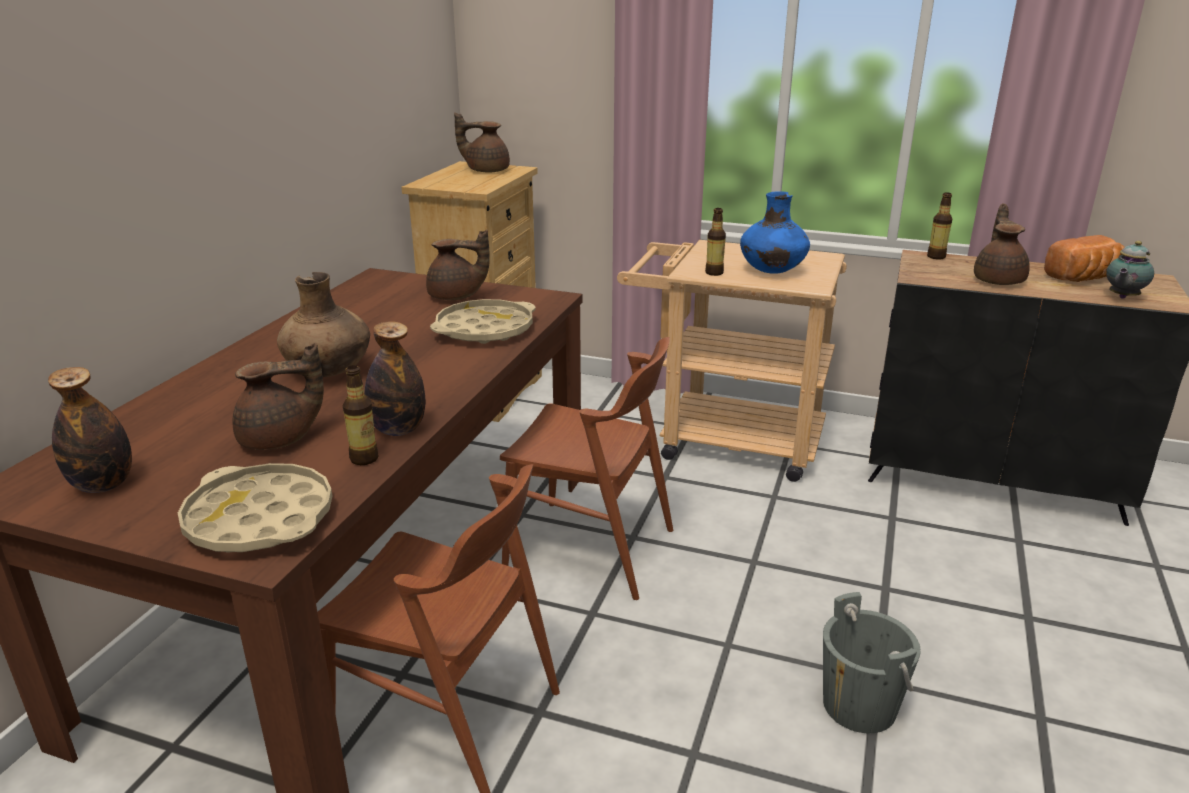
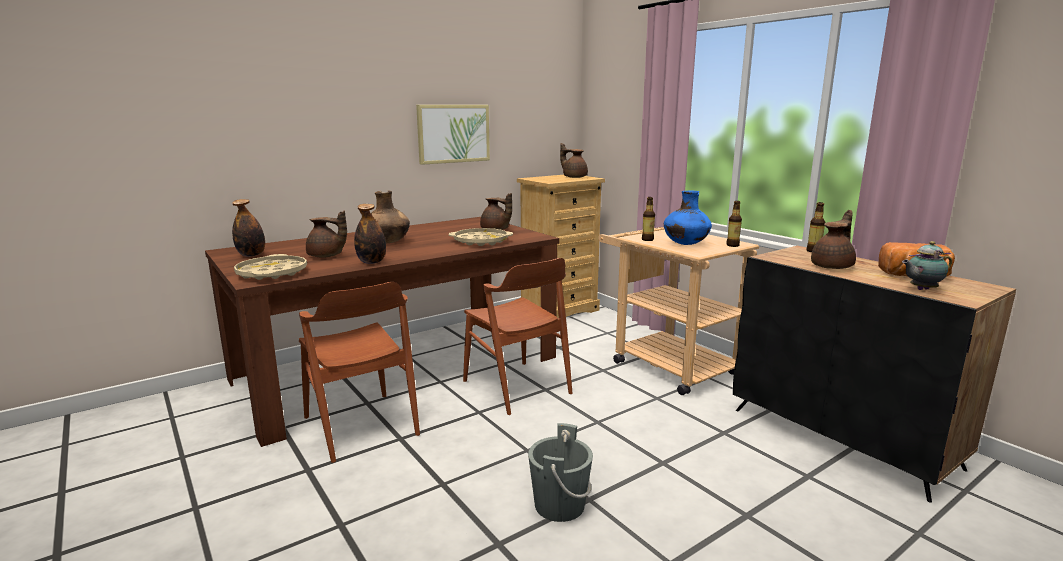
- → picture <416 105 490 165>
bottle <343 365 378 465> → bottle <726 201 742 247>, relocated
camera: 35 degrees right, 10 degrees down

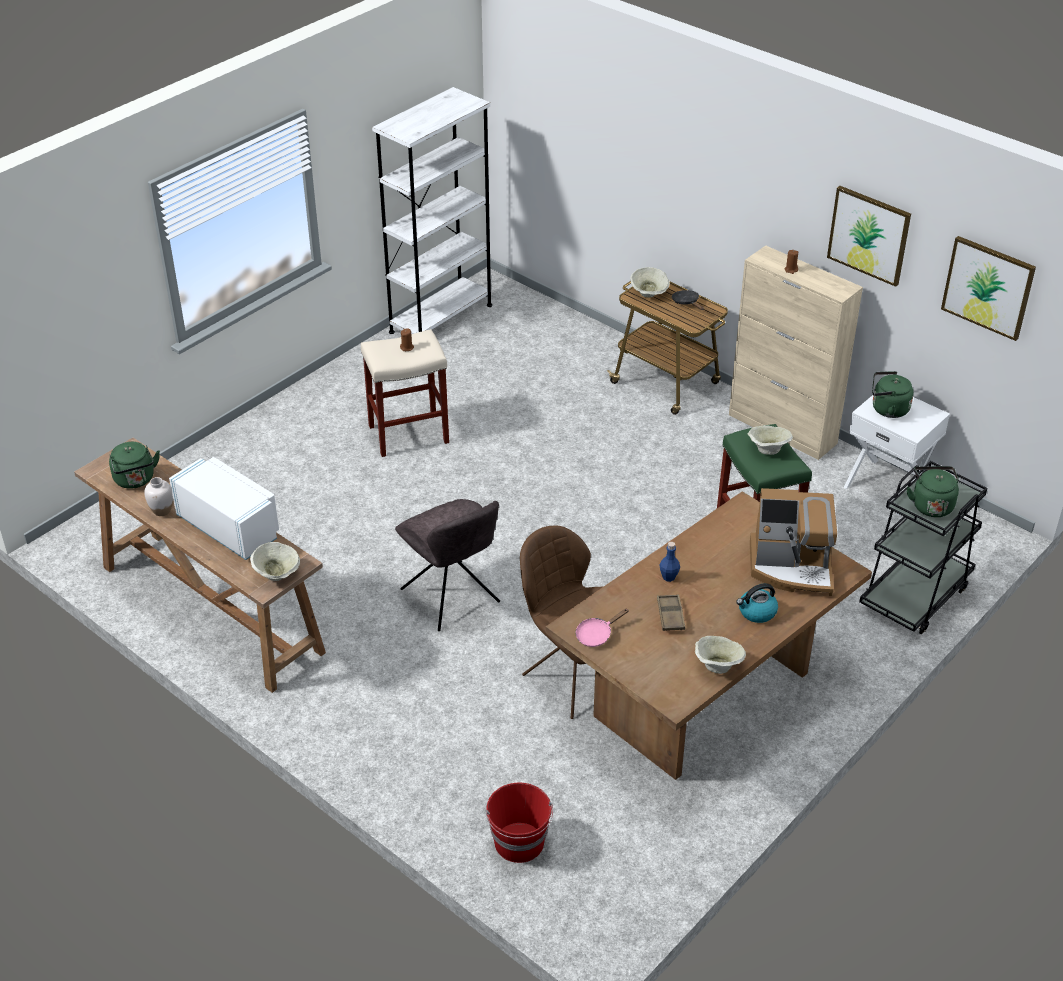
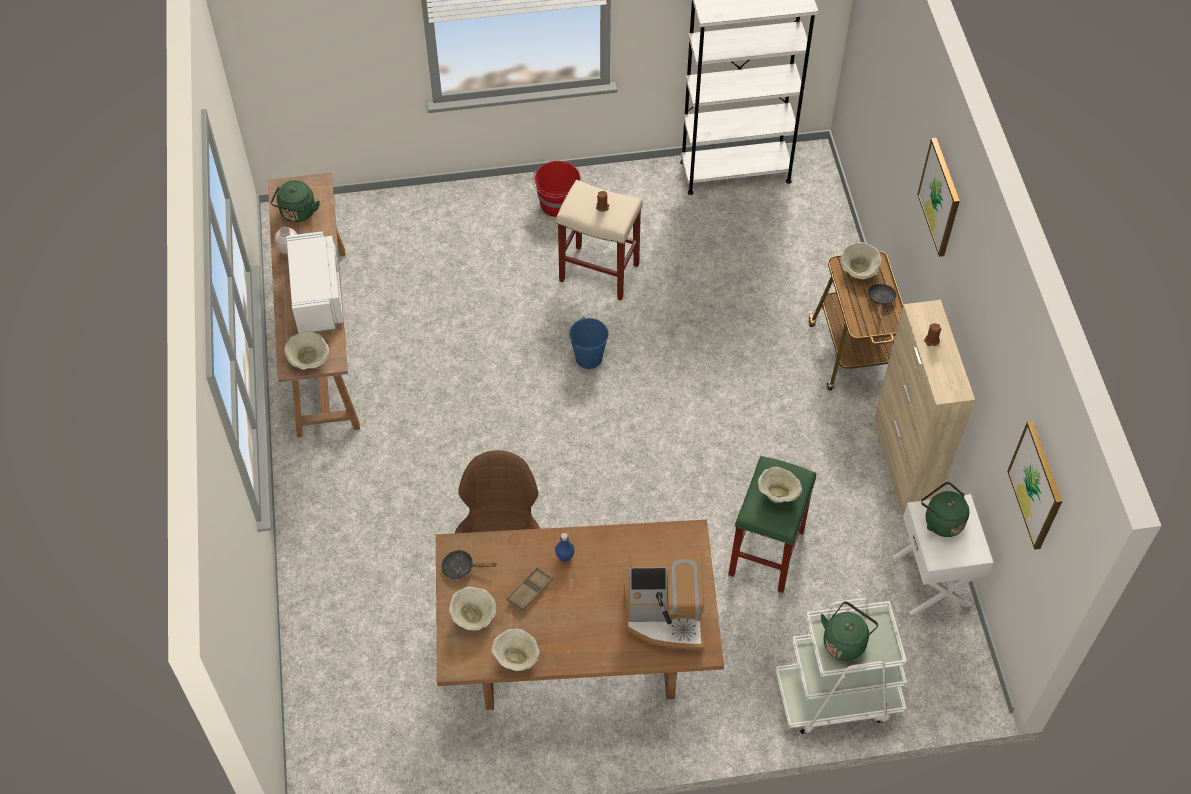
pink-coloured pan <576 609 628 647> → blackish pan <441 550 496 580>
- → sand-coloured bowl <449 587 496 630>
red water bucket <486 783 553 863> → red water bucket <532 161 580 217>, relocated
- → bluish water bucket <569 317 608 369>
coffee maker <750 488 837 596> → coffee maker <625 553 704 649>, 45 degrees counterclockwise
blackish trolley <859 461 987 634> → whitish trolley <775 598 907 734>
picture <827 186 911 287> → picture <917 138 960 257>, relocated
greyish chair <395 499 500 631> → -
water kettle <736 583 778 623> → -
camera: 40 degrees right, 15 degrees up

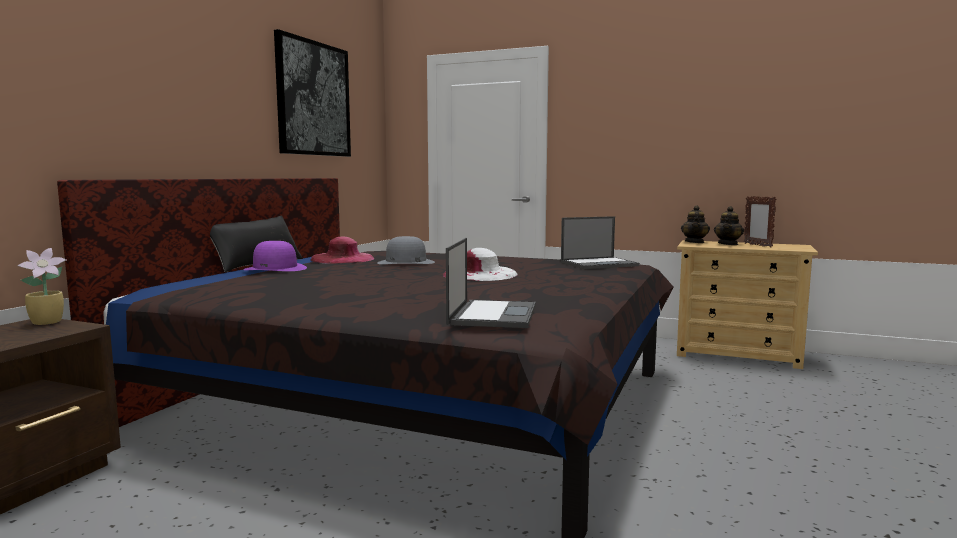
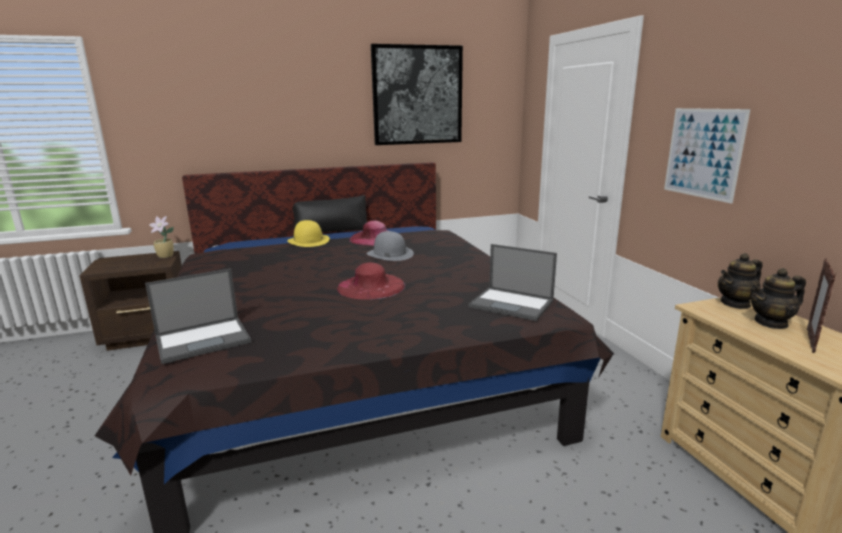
purple hat <243 241 307 271> → yellow-coloured hat <287 220 330 247>
whitish hat <443 248 518 281> → red hat <337 262 405 300>
- → picture <664 108 750 204>
camera: 50 degrees right, 10 degrees up

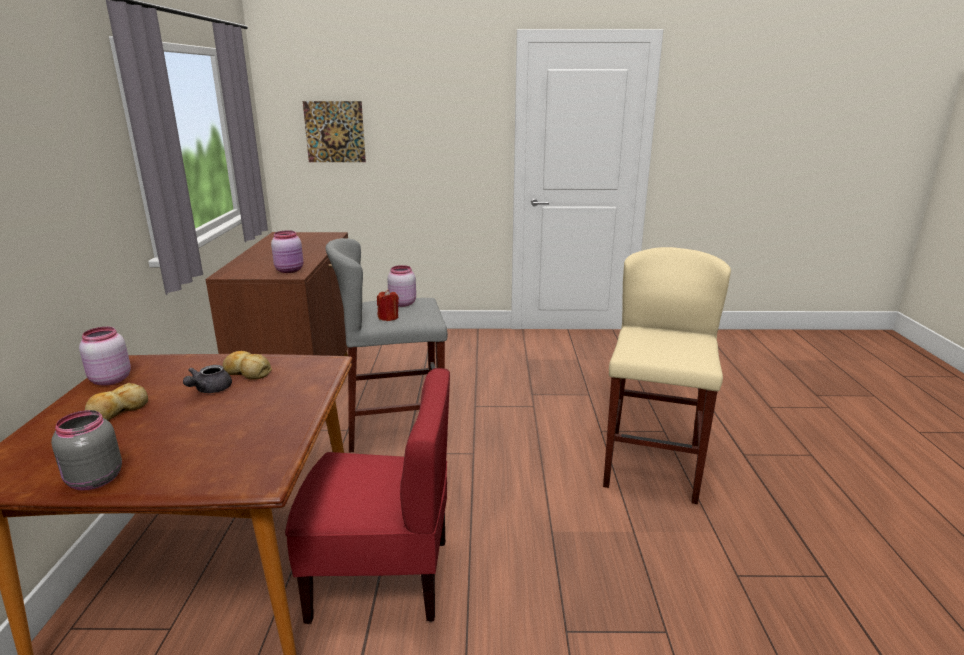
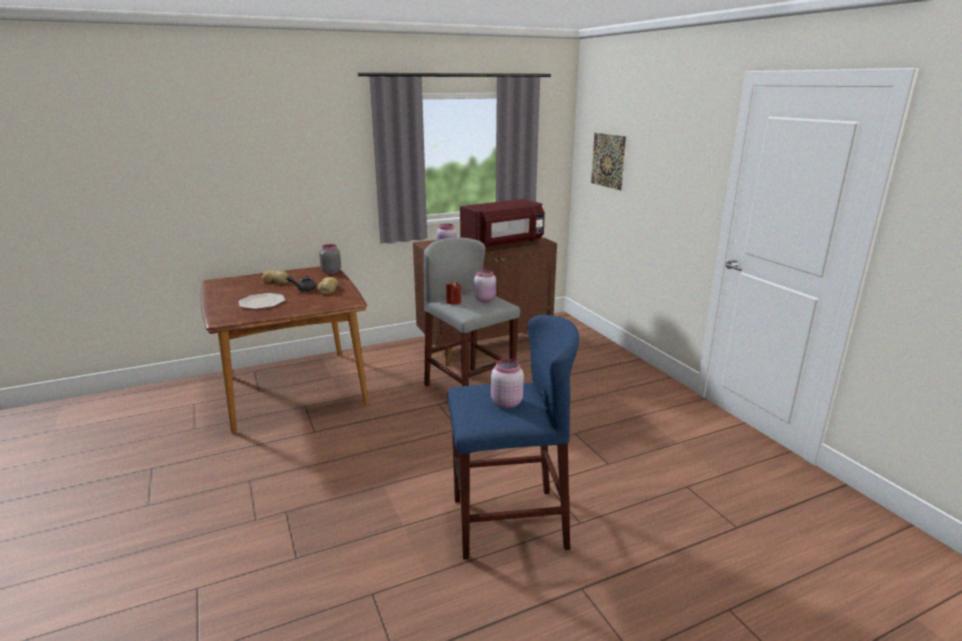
- → flat dish <238 293 285 309>
greyish preserve jar <51 410 122 491> → greyish preserve jar <319 244 341 274>, relocated
sand-coloured stool <603 247 731 504> → bluish stool <447 315 579 560>
- → red microwave oven <460 199 545 249>
pink-coloured preserve jar <79 327 131 386> → pink-coloured preserve jar <491 359 524 408>, relocated
red chair <285 368 450 624> → -
camera: 65 degrees right, 0 degrees up

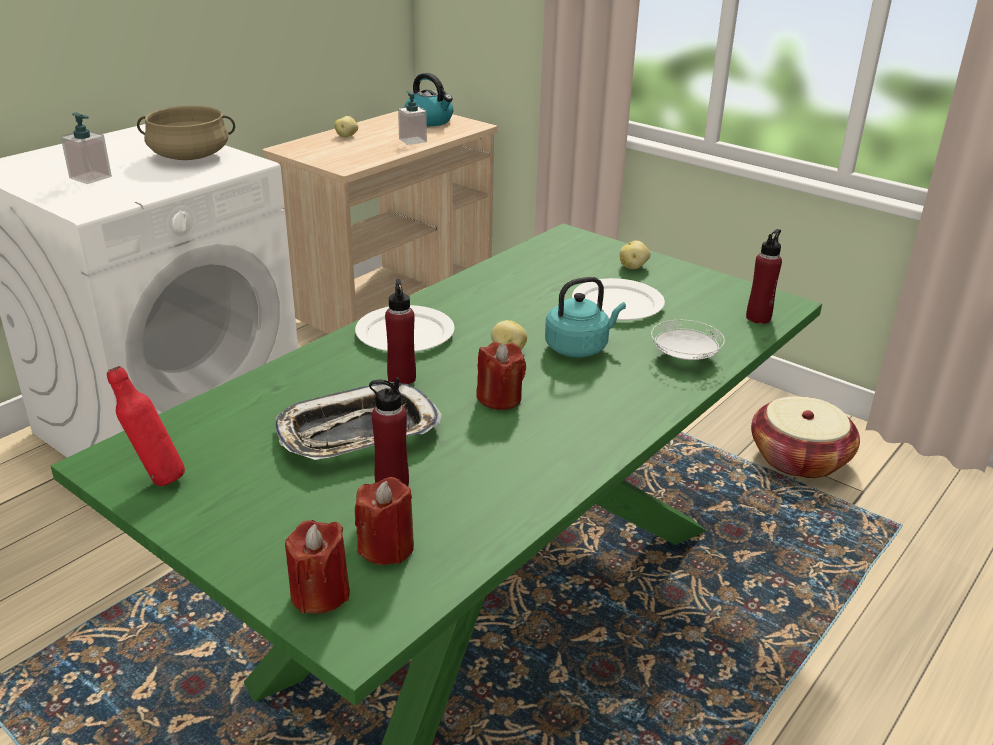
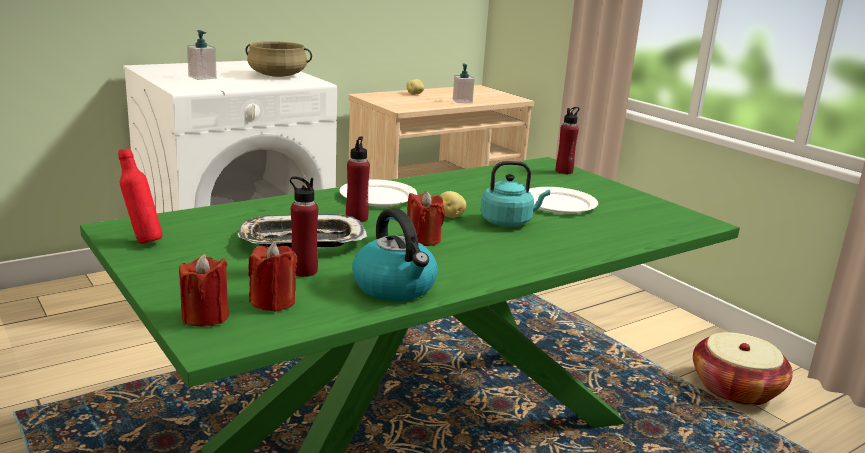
water kettle <404 73 453 126> → water kettle <352 208 438 301>, relocated
red bottle <746 229 782 324> → red bottle <556 107 579 174>, relocated
spud <620 241 651 269> → -
whitish flat dish <651 320 725 360> → -
camera: 15 degrees right, 10 degrees down

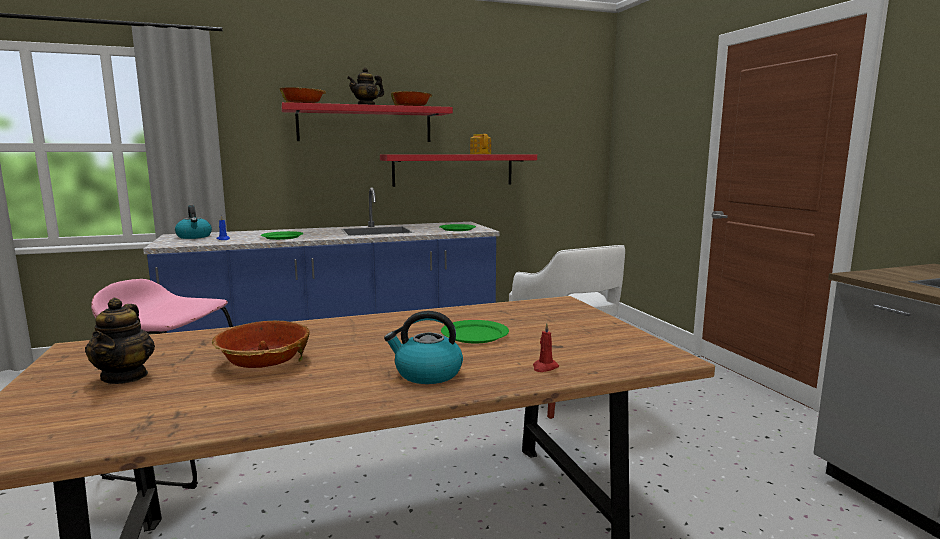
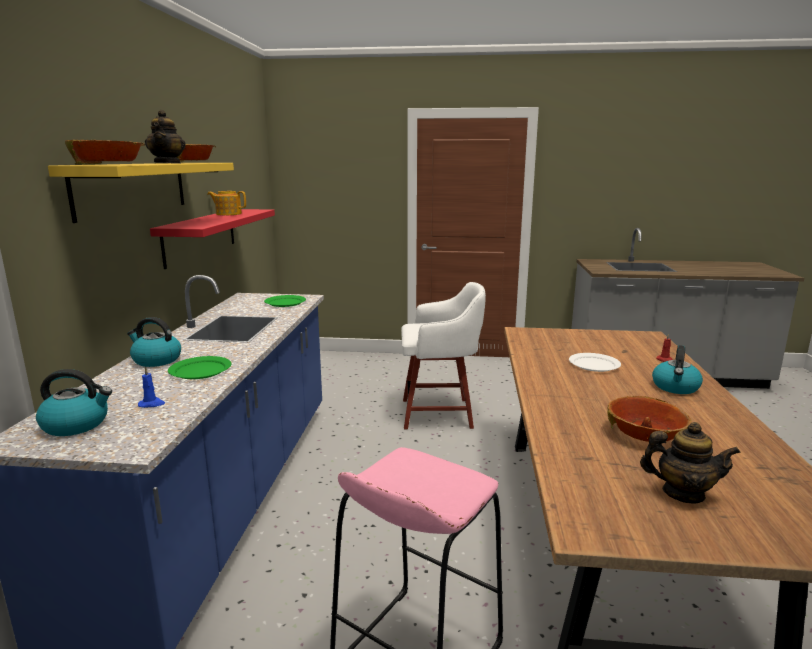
red shelf <281 102 453 142> → yellow-coloured shelf <48 163 234 223>
- → water kettle <127 317 181 367>
green-coloured flat dish <441 320 509 343> → whitish flat dish <569 353 621 372>
camera: 65 degrees left, 5 degrees up

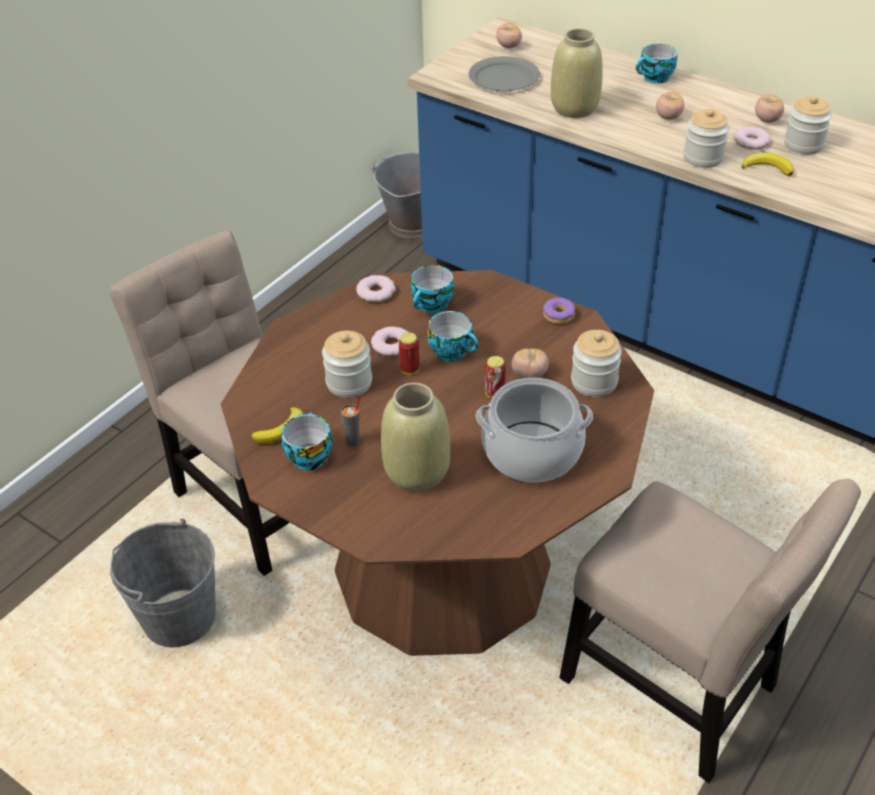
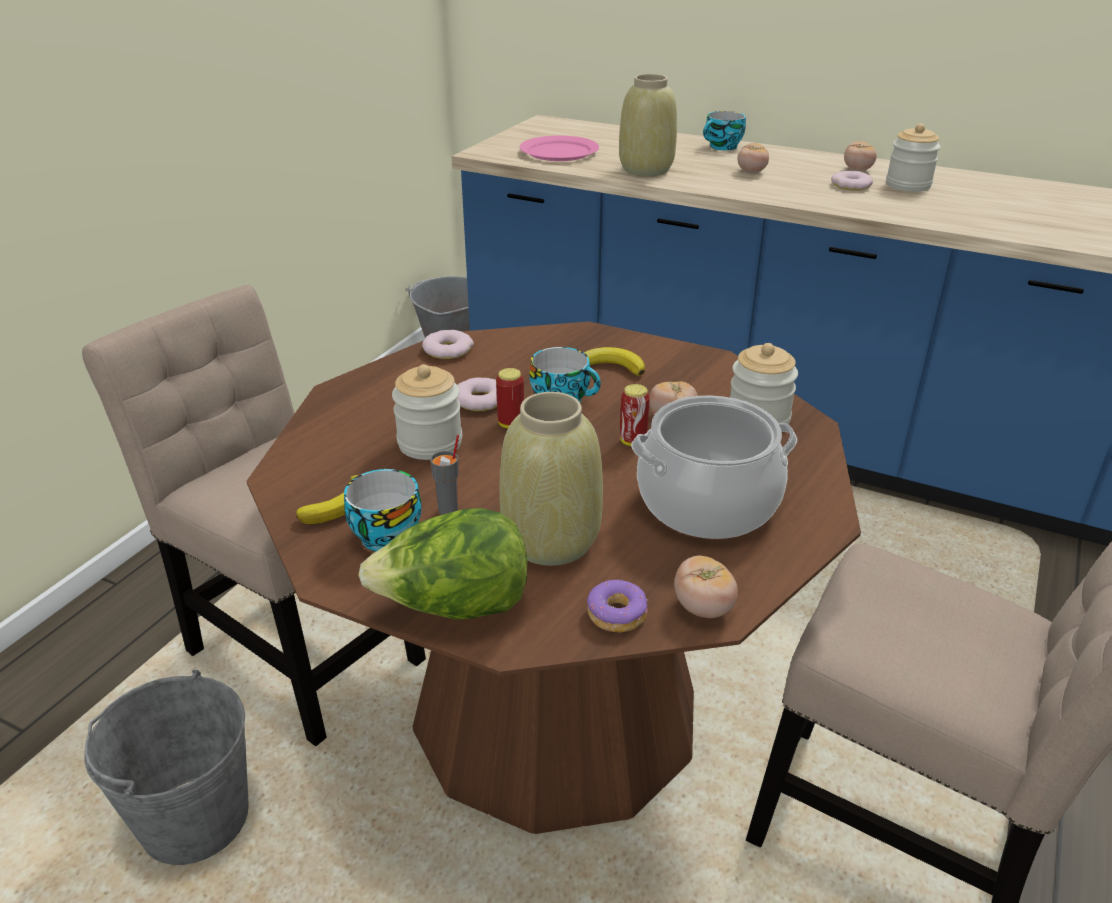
- → lettuce <358 508 528 620>
greyish flat dish <469 56 540 91> → pink-coloured flat dish <520 136 599 161>
banana fruit <742 153 794 176> → banana fruit <584 347 645 376>, relocated
doughnut <543 298 575 324> → doughnut <587 580 648 632>, relocated
fresh tomato <496 23 522 49> → fresh tomato <674 556 738 618>, relocated
cup <411 265 454 313> → -
preserve jar <683 108 729 168> → -
camera: 10 degrees left, 10 degrees down

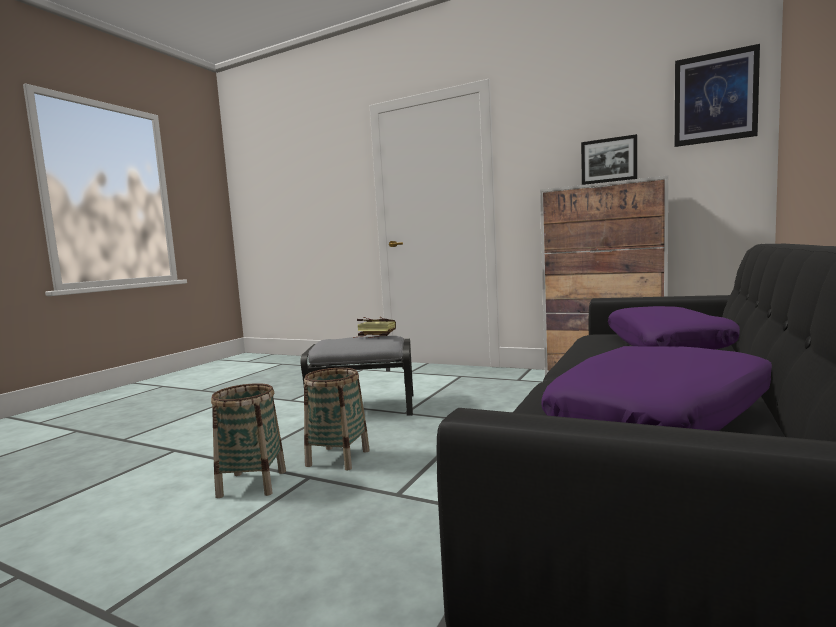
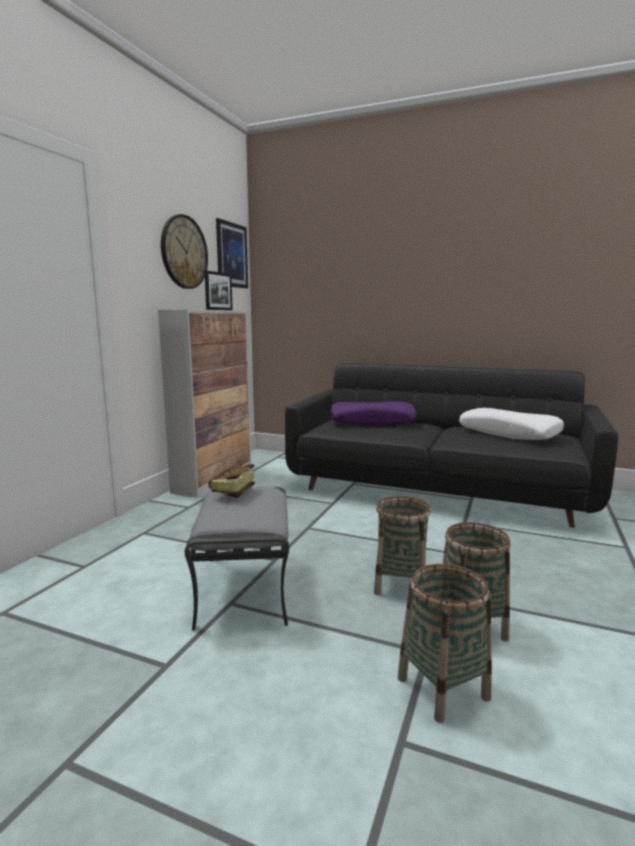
- → hanging clock <161 214 208 289>
- → basket <398 564 492 723>
purple pillow <541 346 772 431> → whitish pillow <459 408 564 440>
camera: 95 degrees left, 5 degrees up

